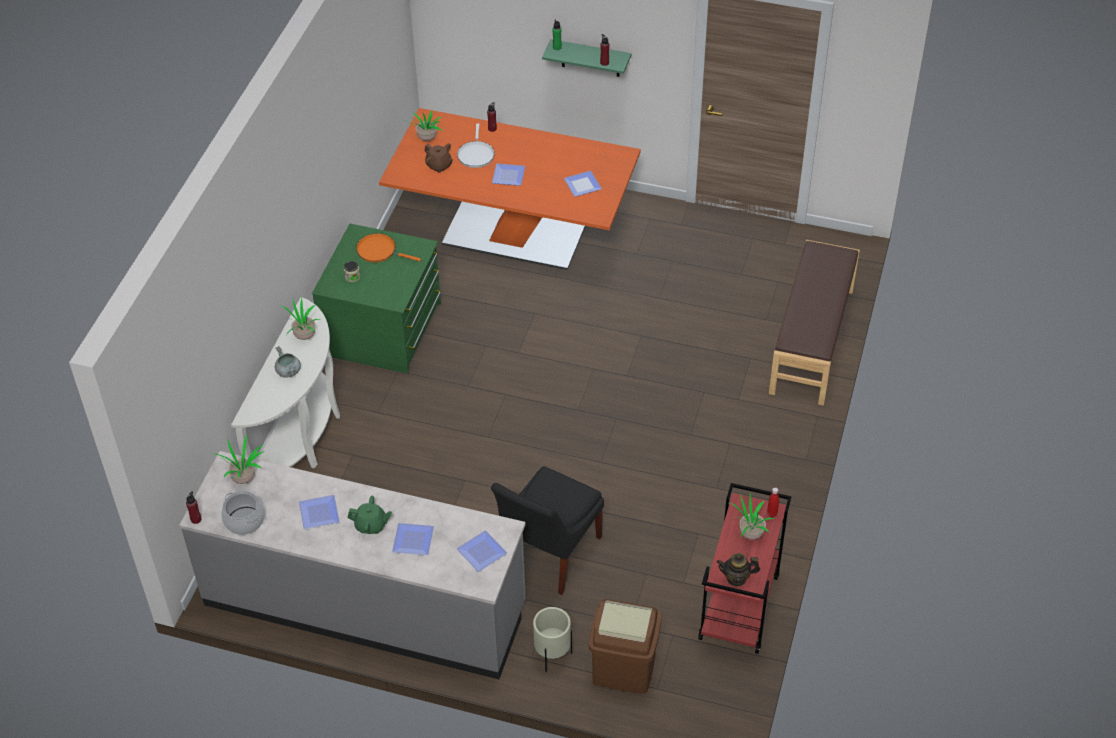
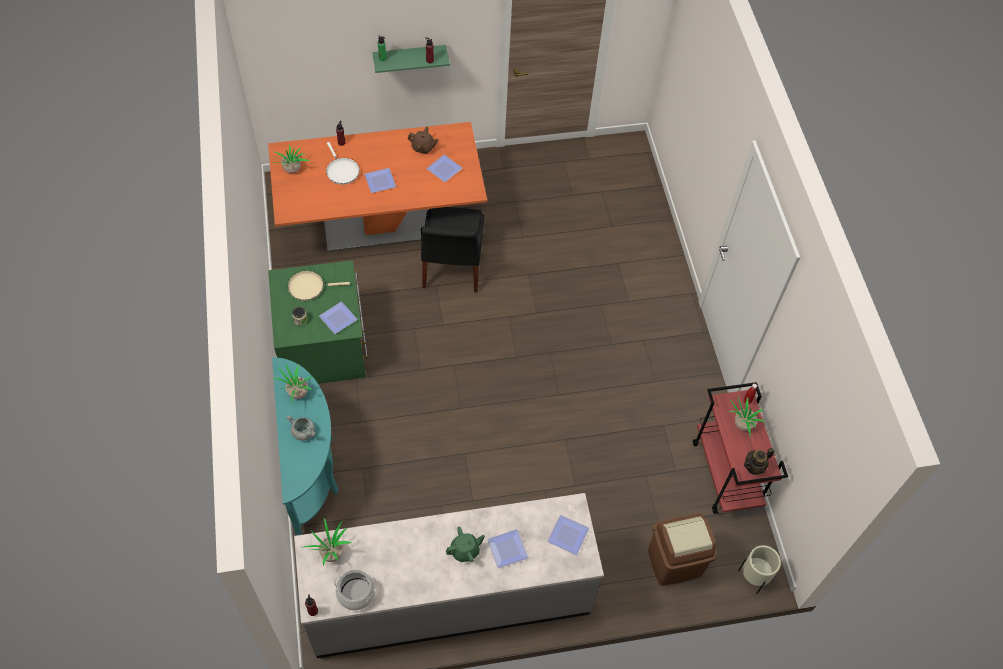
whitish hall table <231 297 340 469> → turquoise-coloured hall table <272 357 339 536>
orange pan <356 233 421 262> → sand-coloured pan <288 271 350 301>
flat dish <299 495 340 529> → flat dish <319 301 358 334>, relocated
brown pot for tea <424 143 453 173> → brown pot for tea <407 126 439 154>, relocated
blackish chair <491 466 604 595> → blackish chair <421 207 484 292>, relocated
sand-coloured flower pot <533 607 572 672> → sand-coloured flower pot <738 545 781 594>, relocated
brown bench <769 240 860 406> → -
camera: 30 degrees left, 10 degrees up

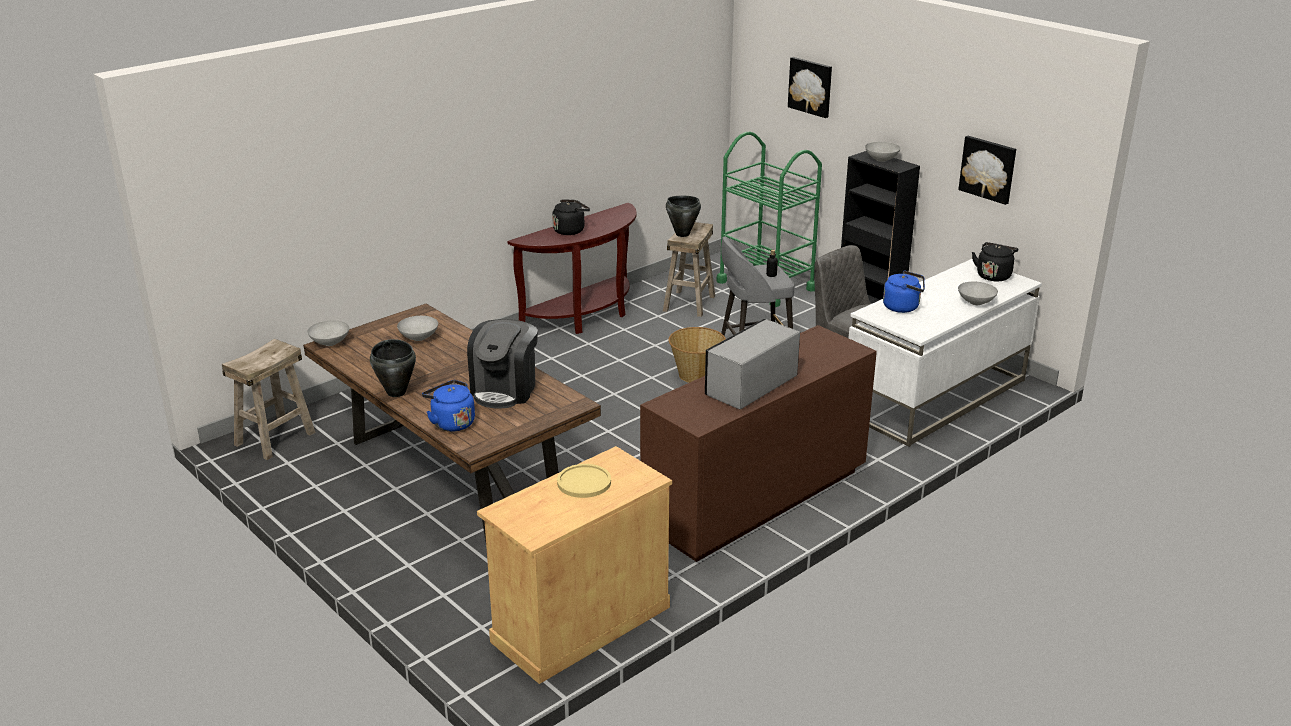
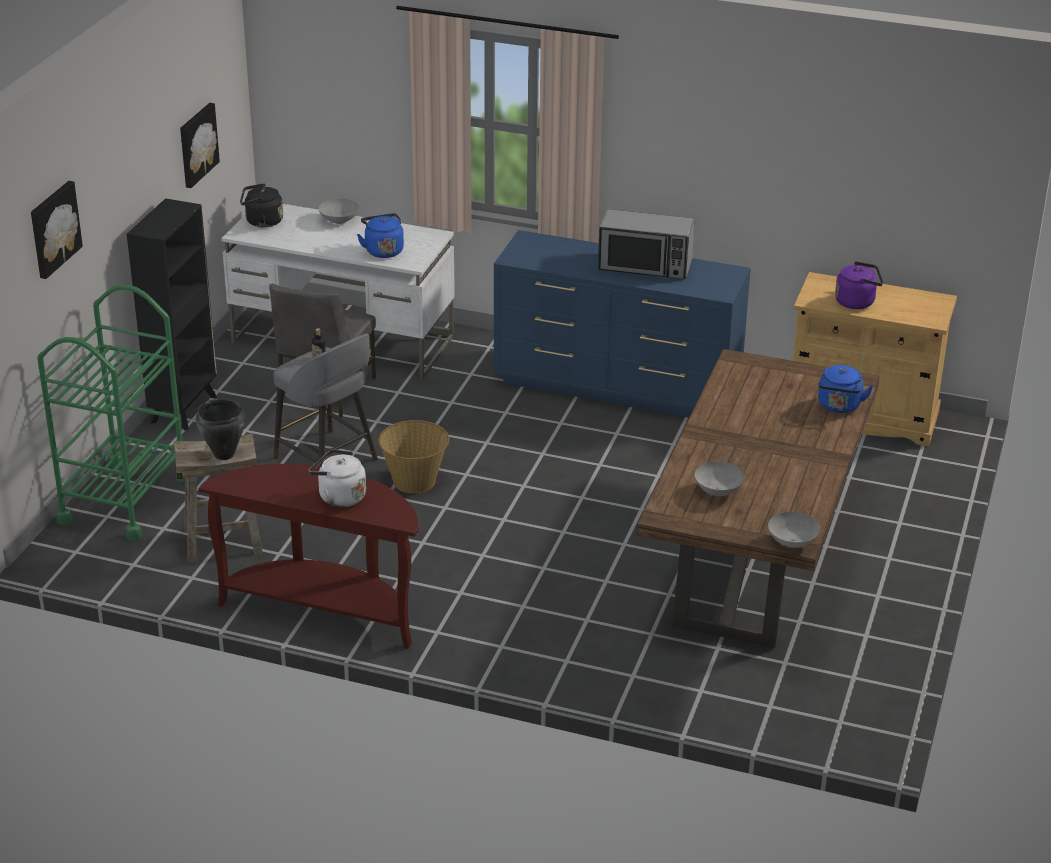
blackish water kettle <552 200 590 235> → whitish water kettle <308 449 366 507>
brown drawer chest <640 325 877 562> → bluish drawer chest <494 230 751 418>
yellow-coloured flat dish <557 464 611 498> → purple water kettle <835 261 883 309>
sand-coloured stool <222 339 316 460> → -
blackish stockpot <370 339 416 397> → -
coffee maker <467 319 538 409> → -
greyish bowl <865 142 901 162> → -
camera: 120 degrees left, 5 degrees up

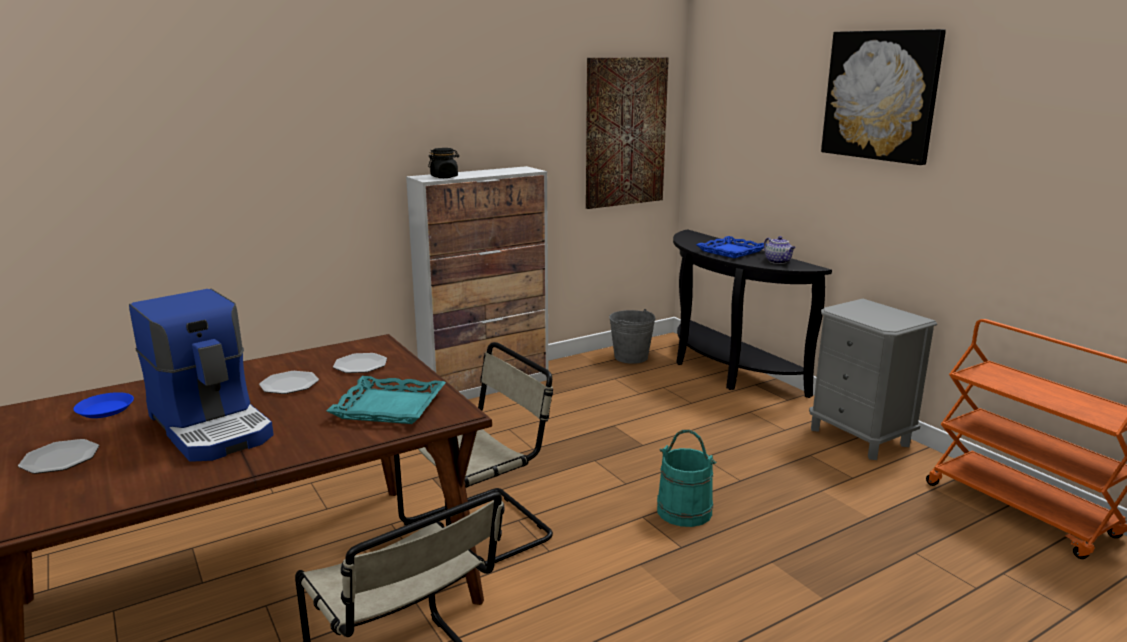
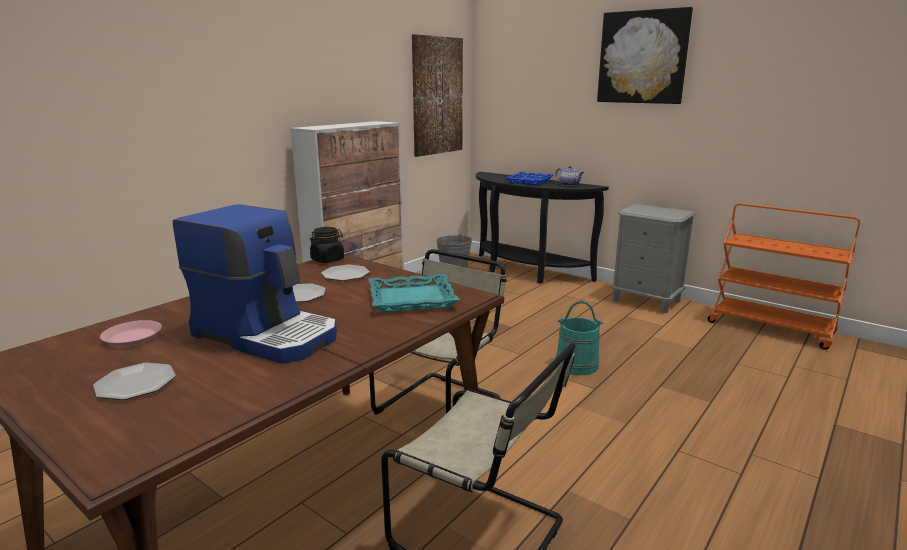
bluish flat dish <73 392 134 418> → pink-coloured flat dish <100 320 162 347>
blackish preserve jar <428 148 459 178> → blackish preserve jar <310 227 344 263>, relocated
camera: 20 degrees left, 0 degrees up

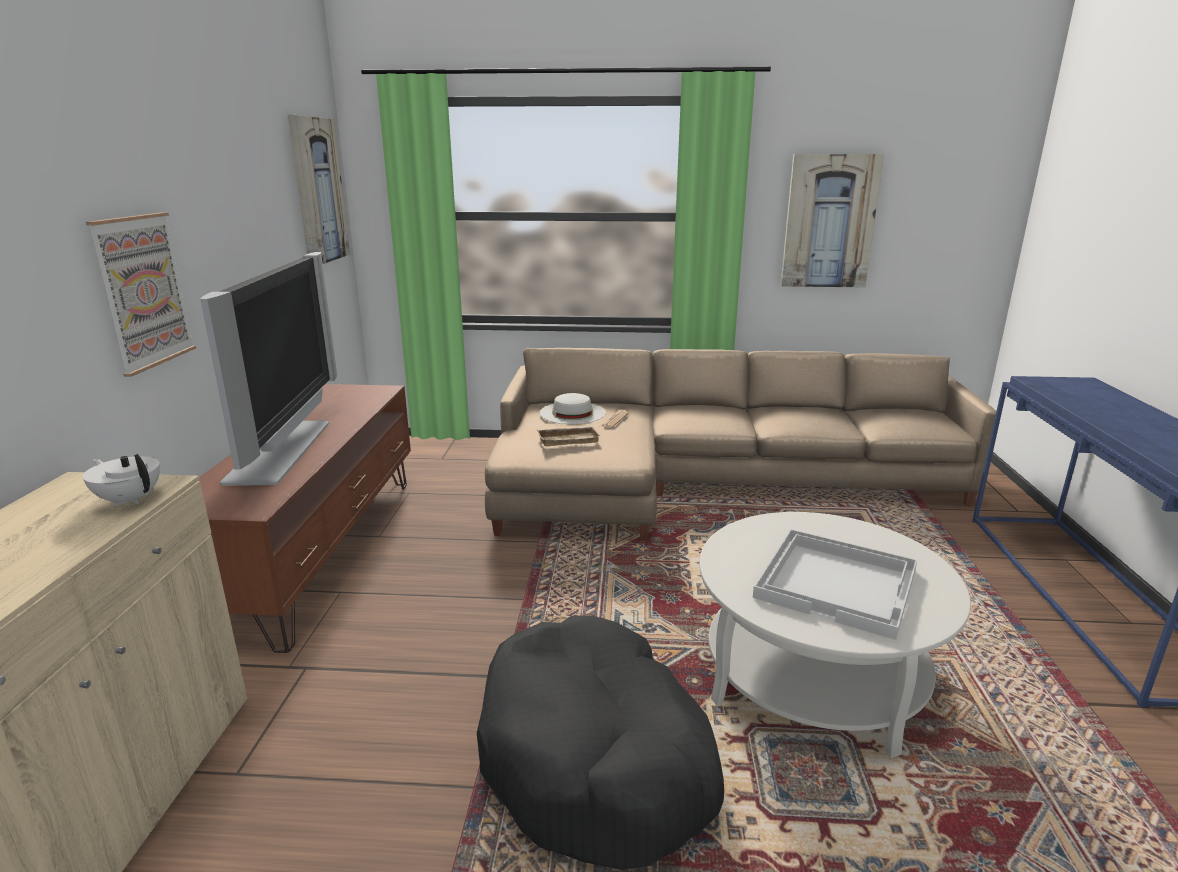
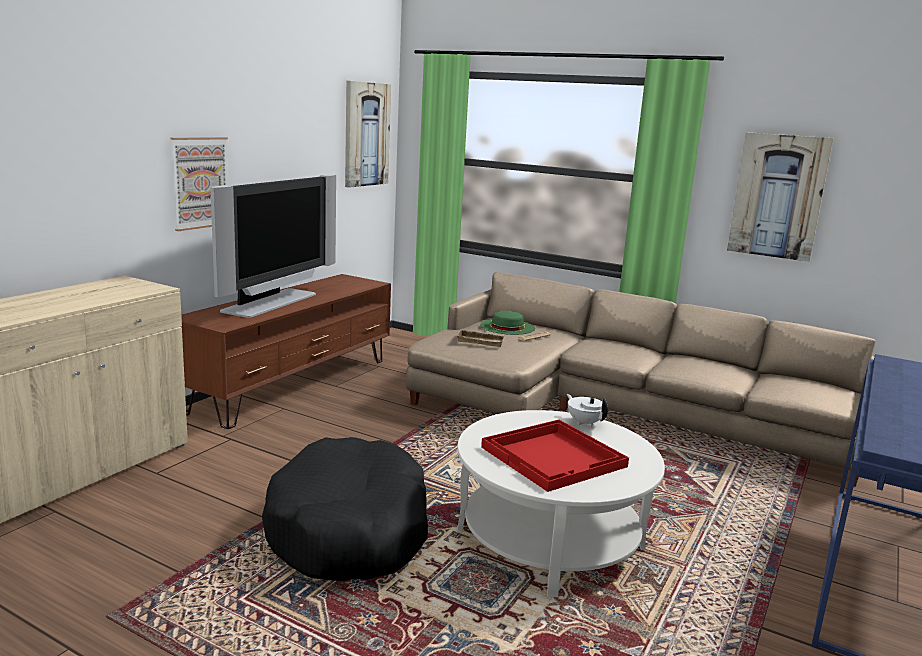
whitish hat <539 393 606 424> → green-coloured hat <480 311 535 335>
whitish tray <753 529 917 640> → red tray <481 420 629 492>
whitish pot for tea <83 454 160 506> → whitish pot for tea <567 394 608 427>, relocated
camera: 25 degrees right, 5 degrees down

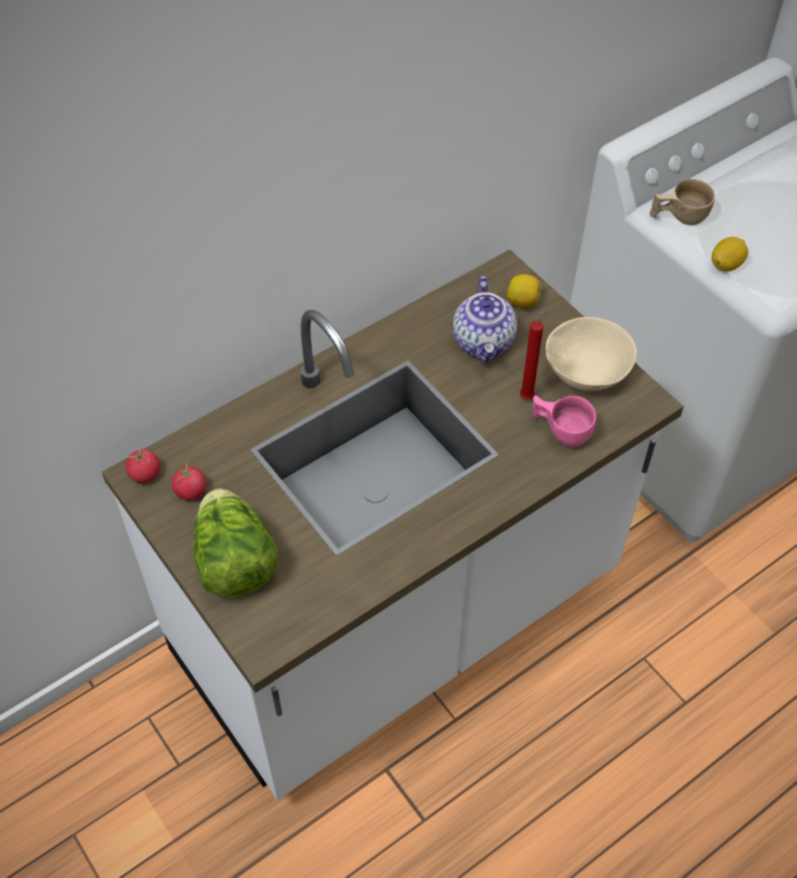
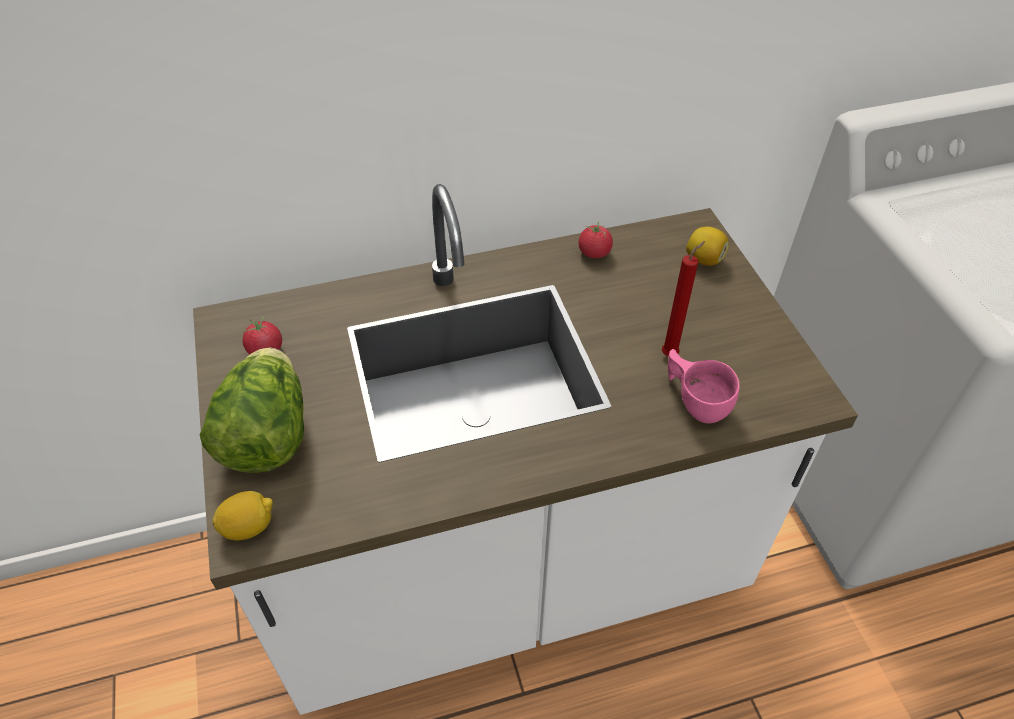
whole lemon <712 237 748 272> → whole lemon <213 491 273 541>, relocated
fresh tomato <126 448 160 483> → fresh tomato <579 221 613 258>, relocated
pot for tea <453 276 517 363> → -
sand-coloured bowl <546 317 637 391> → -
sand-coloured cup <649 179 715 225> → -
camera: 20 degrees right, 5 degrees down

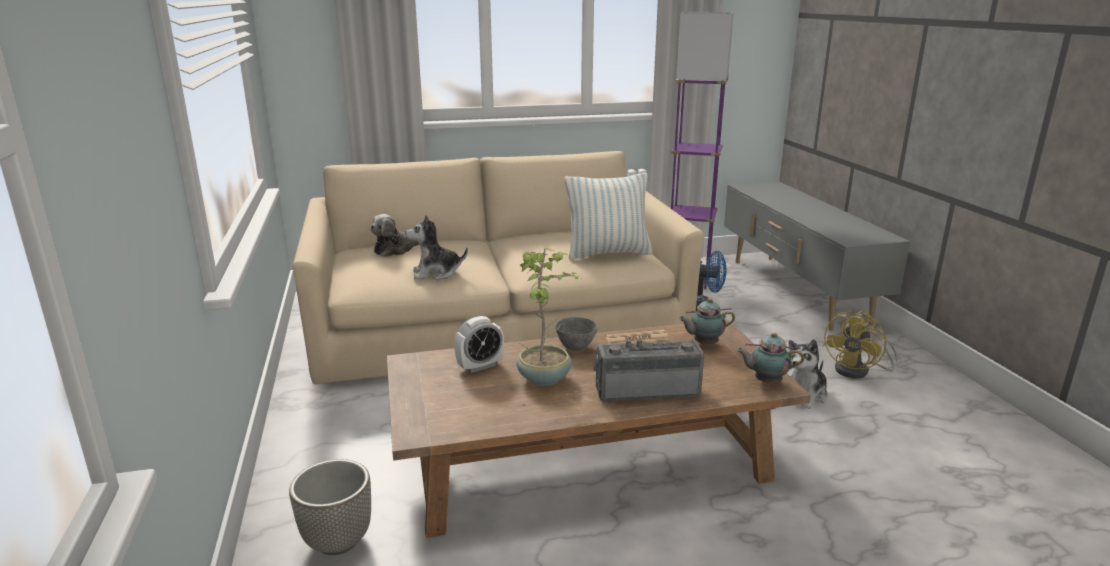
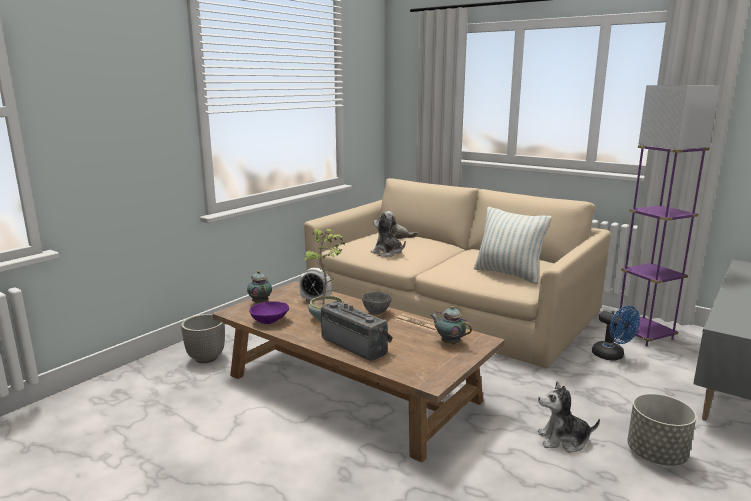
pot for tea <737 332 804 383> → pot for tea <247 270 272 303>, relocated
- → purple bowl <249 301 289 324>
yellow-coloured electric fan <823 310 897 378> → greyish flower pot <627 394 697 466>
camera: 50 degrees right, 5 degrees down

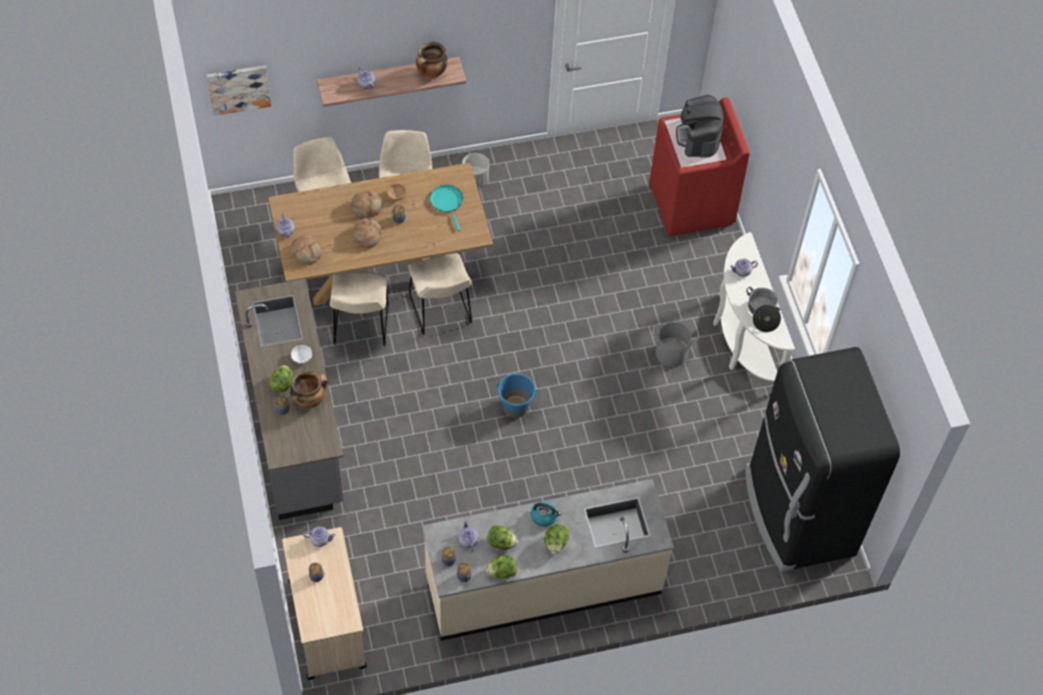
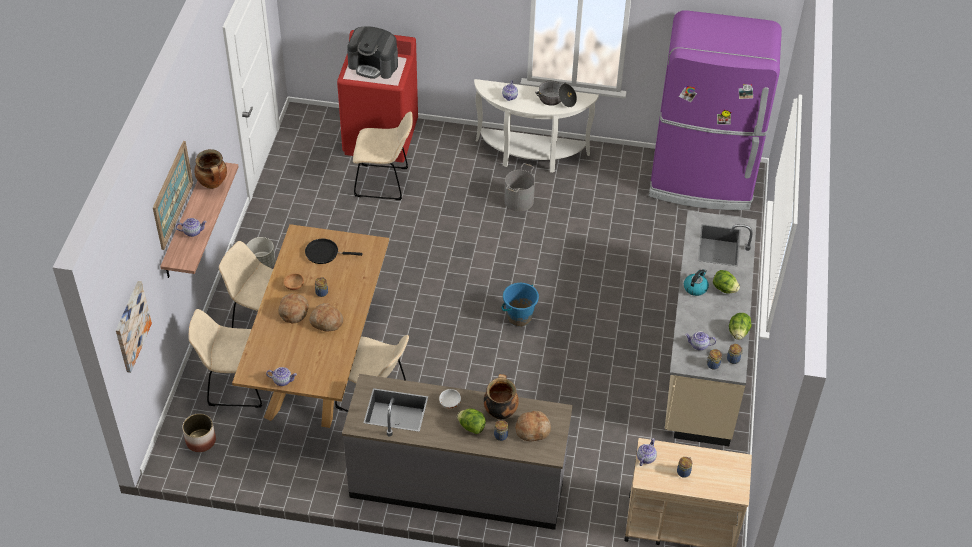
- → picture <153 141 193 250>
- → flower pot <183 413 216 452>
turquoise-coloured pan <430 185 463 231> → blackish pan <305 239 363 264>
sand-coloured chair <408 253 472 335> → sand-coloured chair <353 111 413 200>, relocated
bakery bread <290 235 322 265> → bakery bread <515 411 551 441>, relocated
blackish refrigerator <745 347 900 572> → purple refrigerator <649 10 782 210>
lettuce <488 525 518 550> → -
camera: 65 degrees left, 10 degrees down

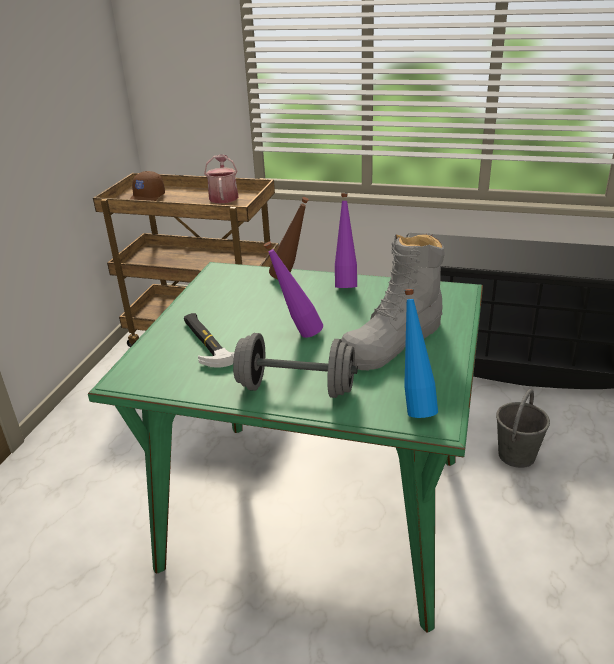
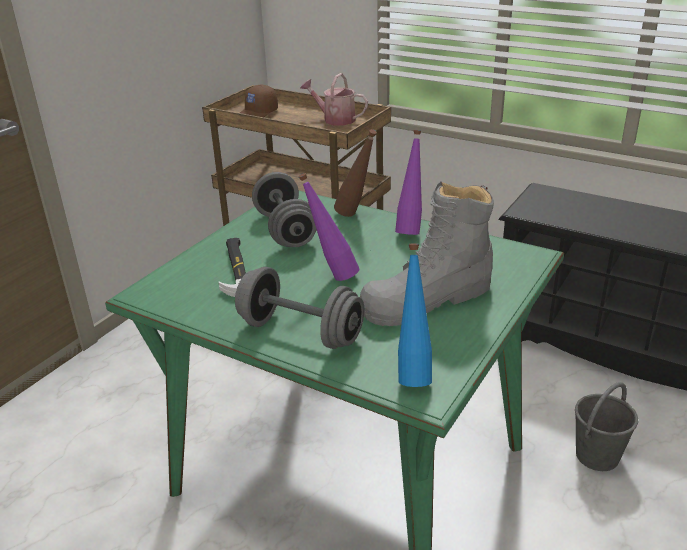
- → greyish dumbbell <252 172 317 247>
watering pot <204 155 238 204> → watering pot <300 73 368 126>, 75 degrees counterclockwise
camera: 15 degrees right, 0 degrees up

